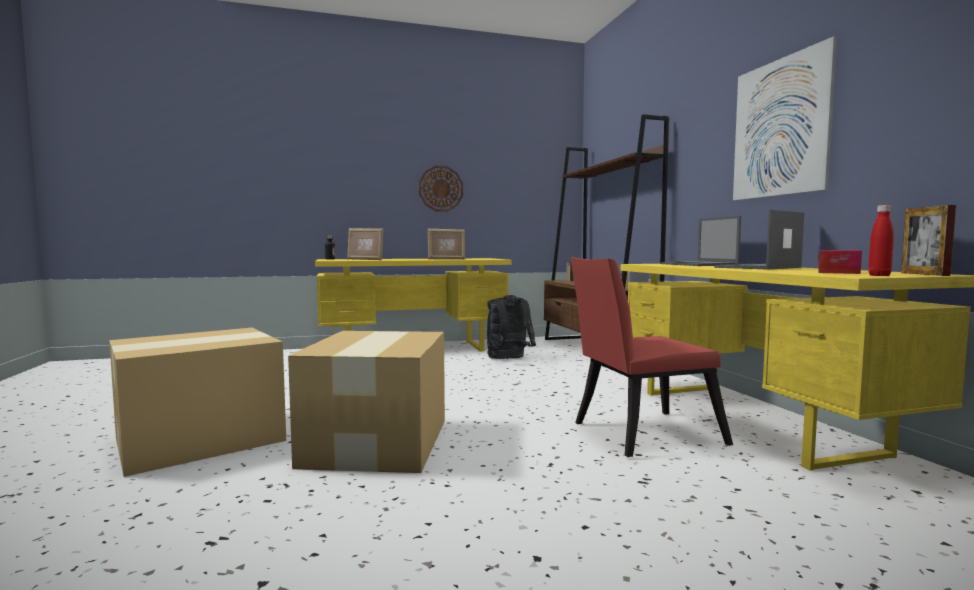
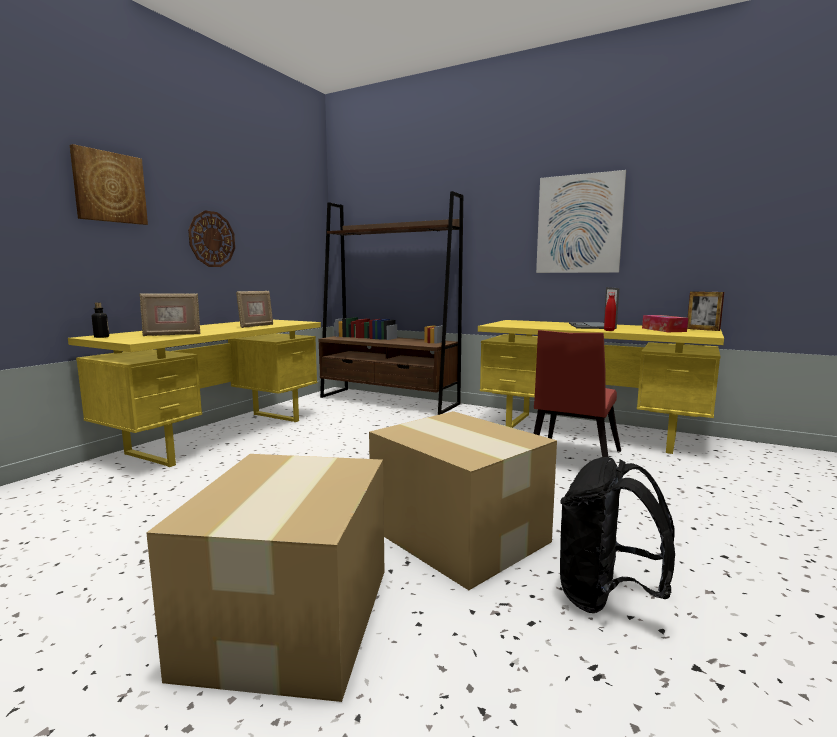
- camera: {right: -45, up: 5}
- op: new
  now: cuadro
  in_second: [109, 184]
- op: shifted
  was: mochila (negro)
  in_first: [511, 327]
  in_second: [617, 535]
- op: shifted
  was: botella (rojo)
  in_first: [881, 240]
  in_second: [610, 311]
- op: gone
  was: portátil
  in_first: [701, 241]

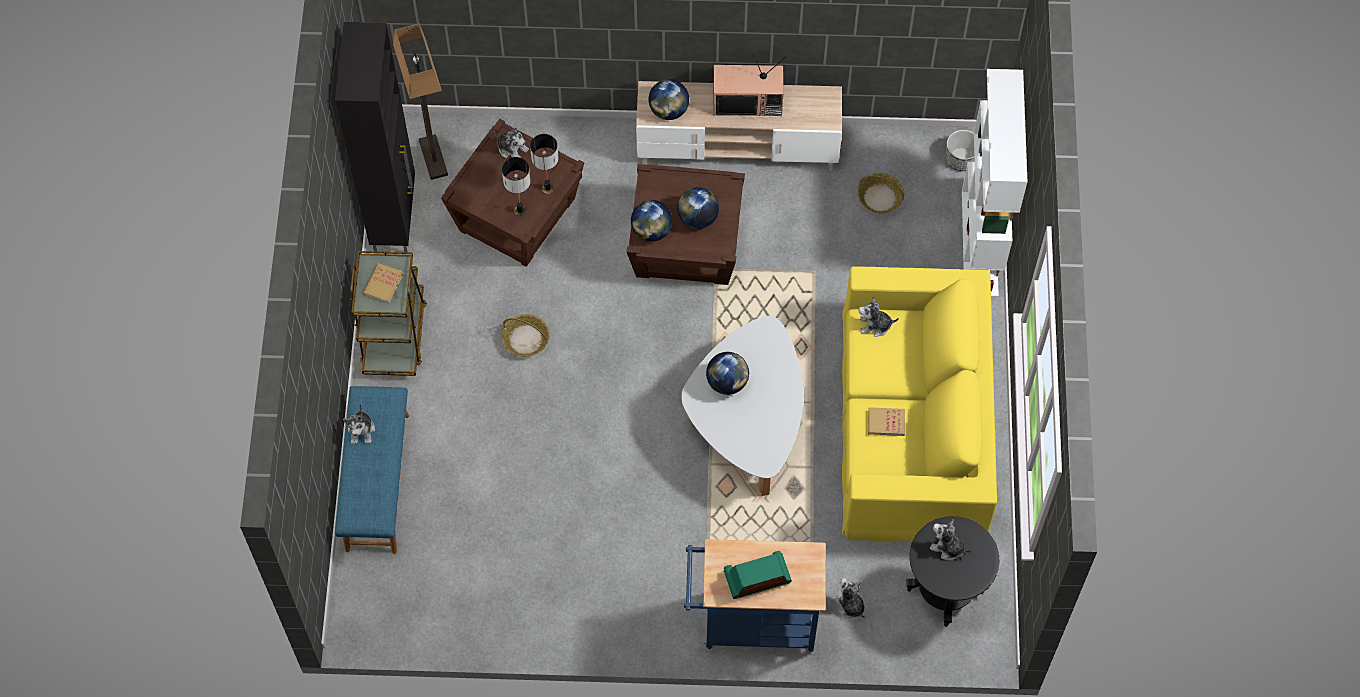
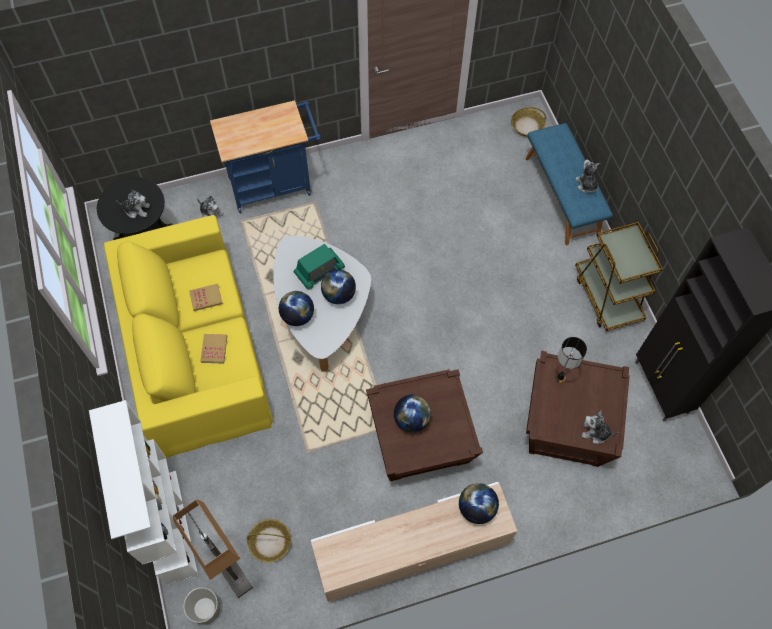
- camera: {right: 160, up: 0}
- op: shifted
  was: lámpara de pie
  in_first: [420, 101]
  in_second: [213, 548]
- op: shifted
  was: libro
  in_first: [384, 283]
  in_second: [214, 348]
- op: shifted
  was: globo terráqueo
  in_first: [651, 221]
  in_second: [296, 308]
- op: shifted
  was: radio
  in_first: [758, 575]
  in_second: [319, 267]
- op: shifted
  was: cesta
  in_first: [525, 335]
  in_second: [528, 122]
- op: gone
  was: lámpara de mesa
  in_first: [544, 164]
- op: gone
  was: televisor
  in_first: [750, 84]
- op: gone
  was: peluche
  in_first: [879, 316]

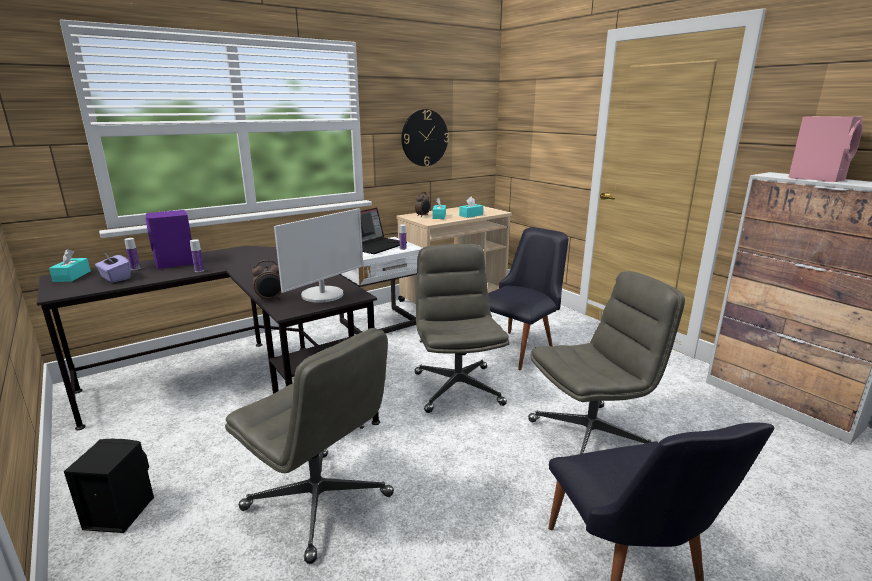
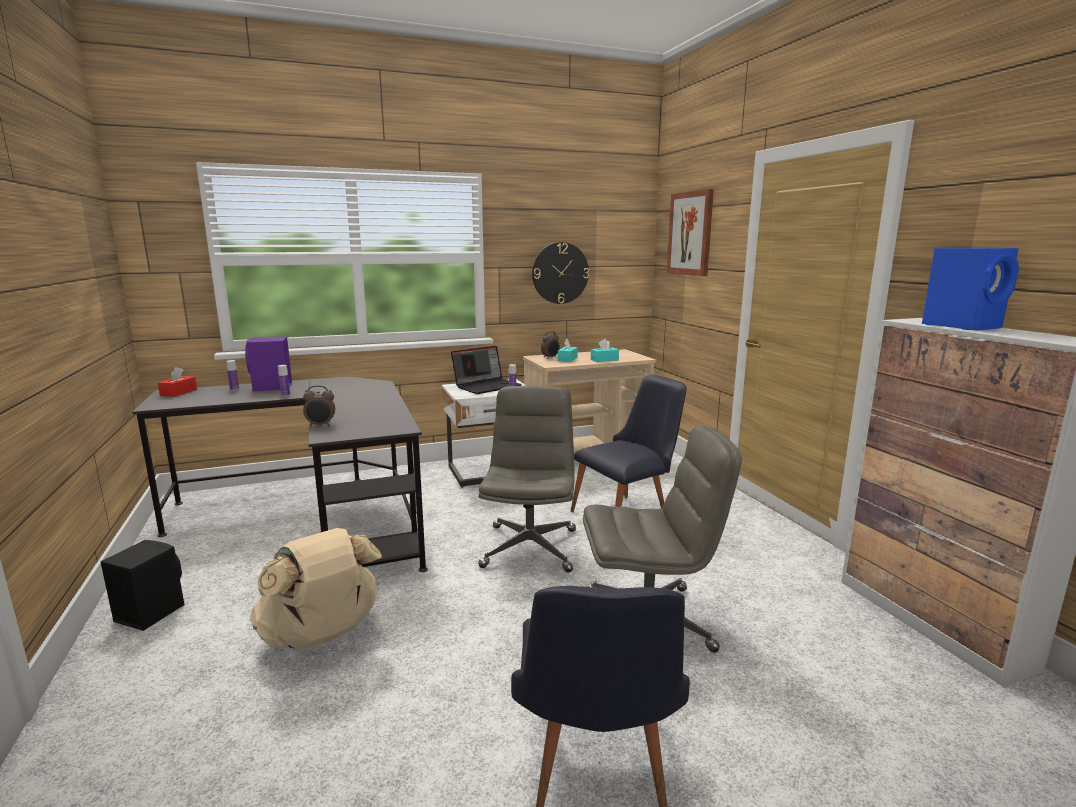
- camera: {right: 15, up: -5}
- op: repainted
  was: caja de pañuelos (turquesa)
  now: caja de pañuelos (rojo)
  in_first: [70, 265]
  in_second: [177, 382]
- op: swapped
  was: silla de oficina (gris)
  now: mochila (beis)
  in_first: [309, 446]
  in_second: [316, 589]
- op: new
  now: cuadro
  in_second: [690, 232]
- op: repainted
  was: altavoz (rosa)
  now: altavoz (azul)
  in_first: [825, 149]
  in_second: [970, 289]
- op: gone
  was: caja de pañuelos (morado)
  in_first: [113, 267]
- op: gone
  was: monitor
  in_first: [318, 255]

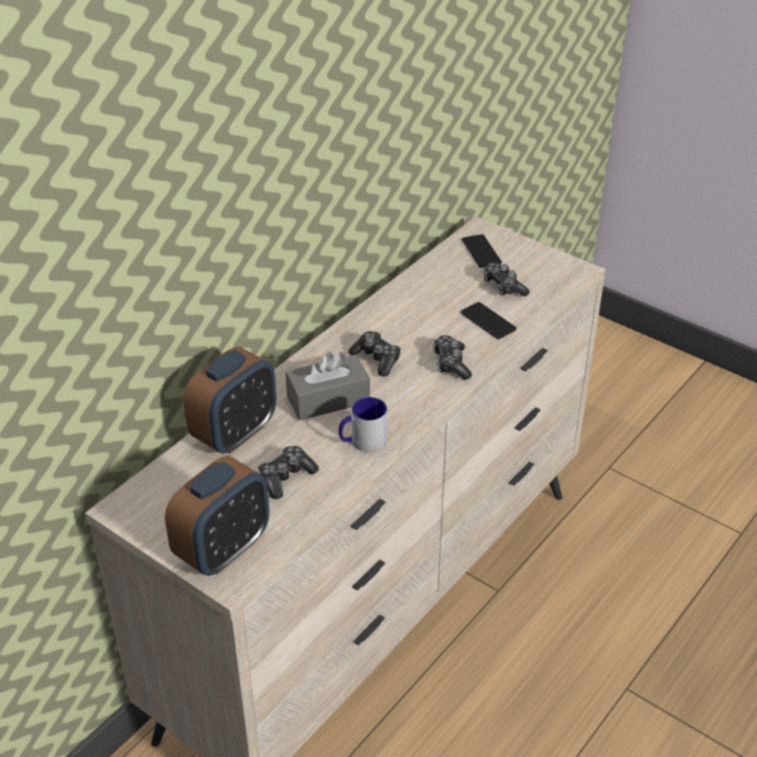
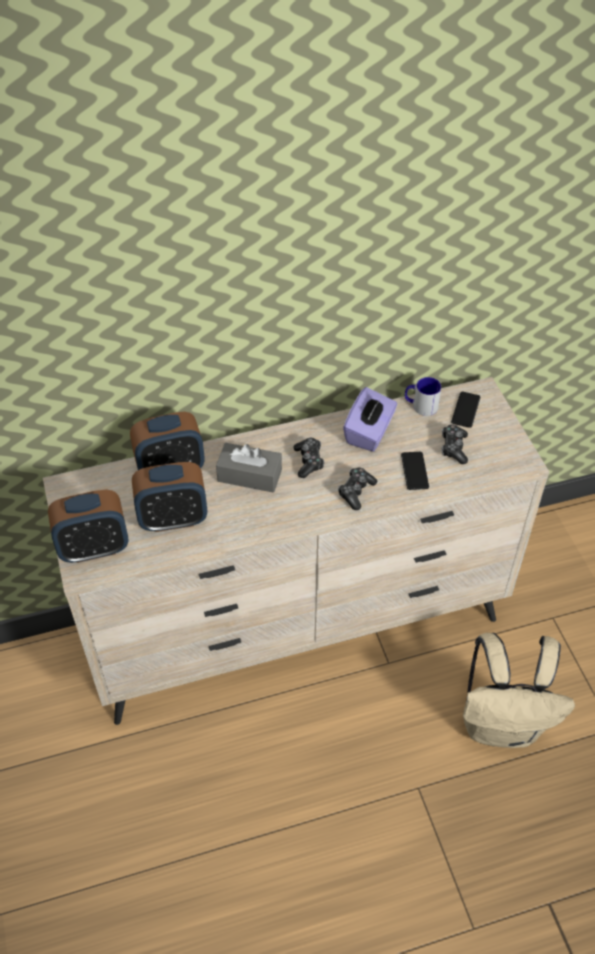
- camera: {right: 35, up: 10}
- op: swapped
  was: mando de consola
  now: despertador
  in_first: [288, 472]
  in_second: [169, 497]
- op: new
  now: caja de pañuelos (morado)
  in_second: [370, 419]
- op: shifted
  was: taza grande
  in_first: [363, 424]
  in_second: [423, 396]
- op: new
  now: mochila (beis)
  in_second: [519, 690]

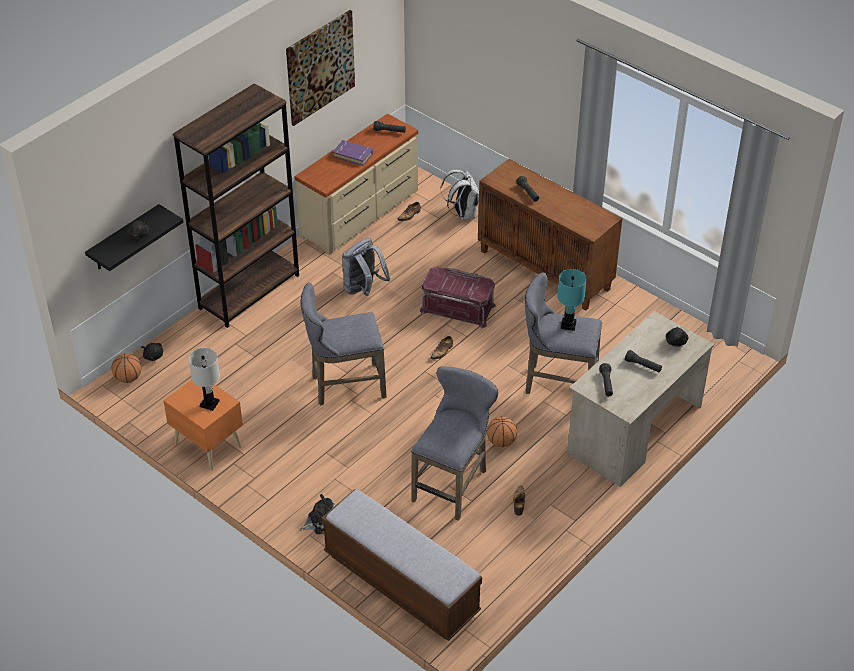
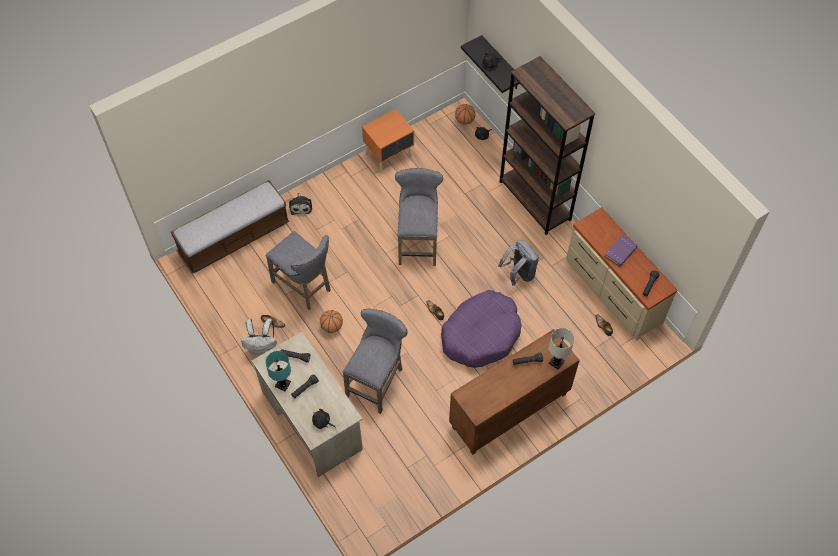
- camera: {right: 105, up: 15}
- op: shifted
  was: mochila (blanco)
  in_first: [459, 195]
  in_second: [259, 337]
- op: shifted
  was: lámpara de mesa (turquesa)
  in_first: [572, 300]
  in_second: [278, 371]
- op: swapped
  was: caja de almacenaje (rojo)
  now: cama para perro (morado)
  in_first: [458, 297]
  in_second: [481, 329]
- op: shifted
  was: lámpara de mesa (blanco)
  in_first: [204, 379]
  in_second: [561, 349]
- op: gone
  was: cuadro
  in_first: [320, 68]

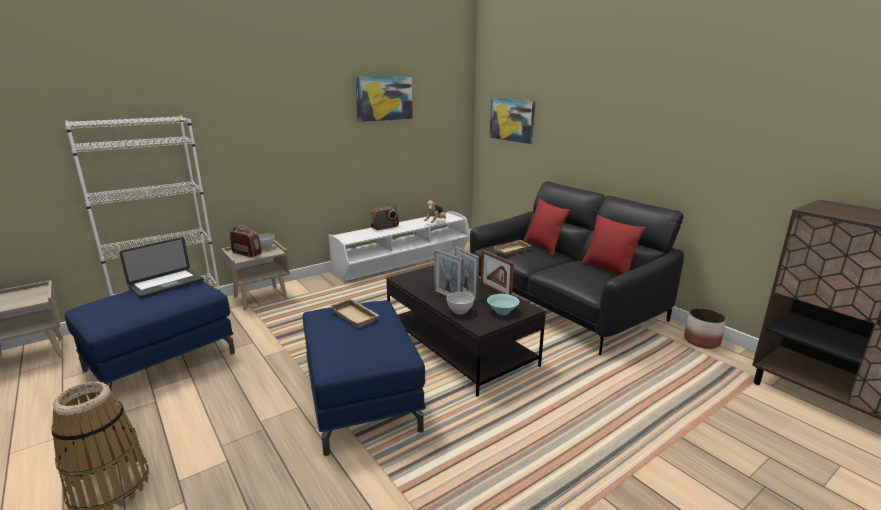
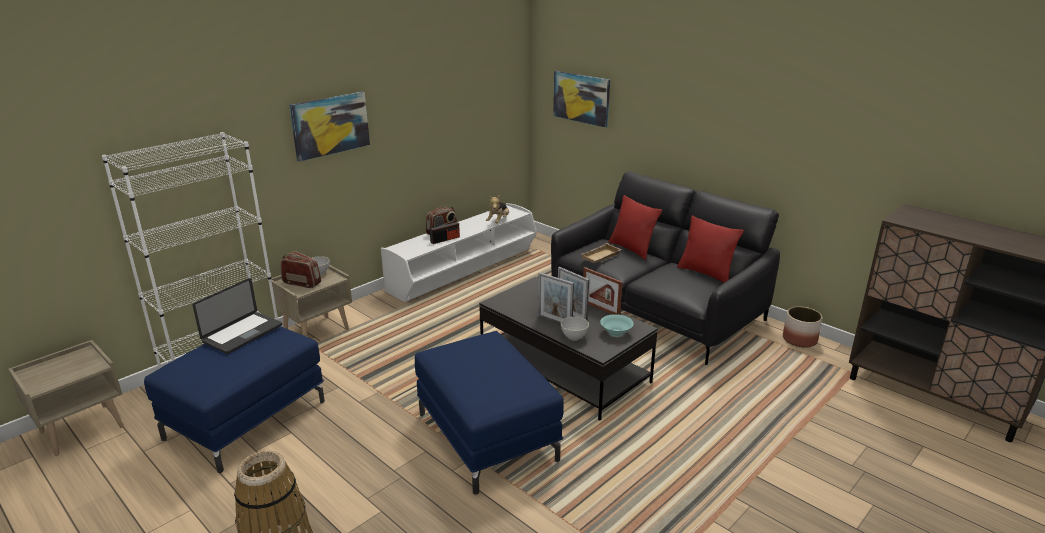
- camera: {right: -10, up: 5}
- op: shifted
  was: cuadro
  in_first: [384, 99]
  in_second: [329, 127]
- op: new
  now: radio
  in_second: [445, 232]
- op: gone
  was: bandeja (beis)
  in_first: [355, 313]

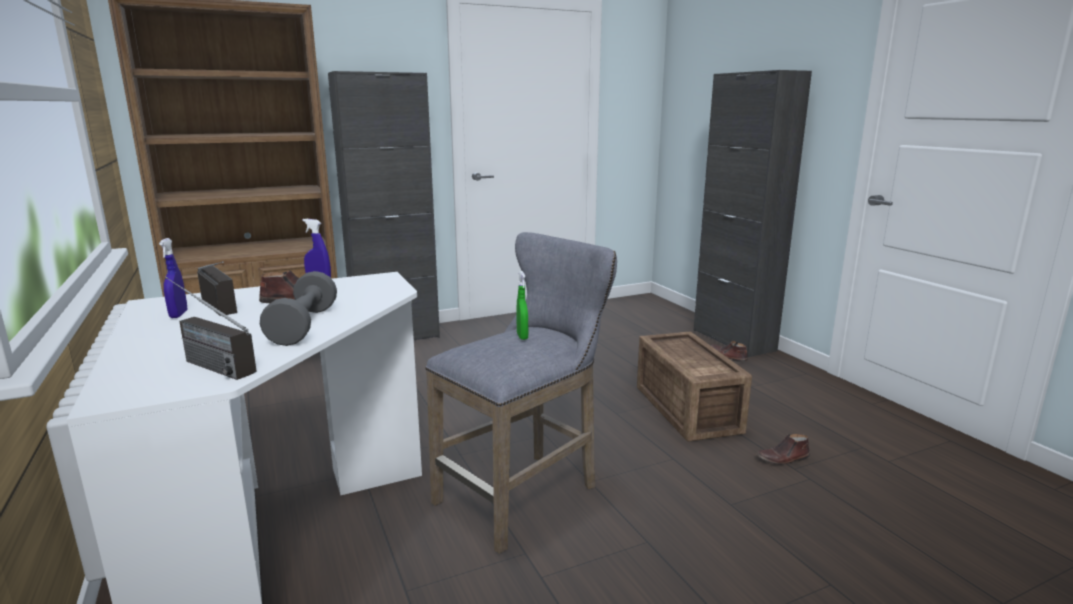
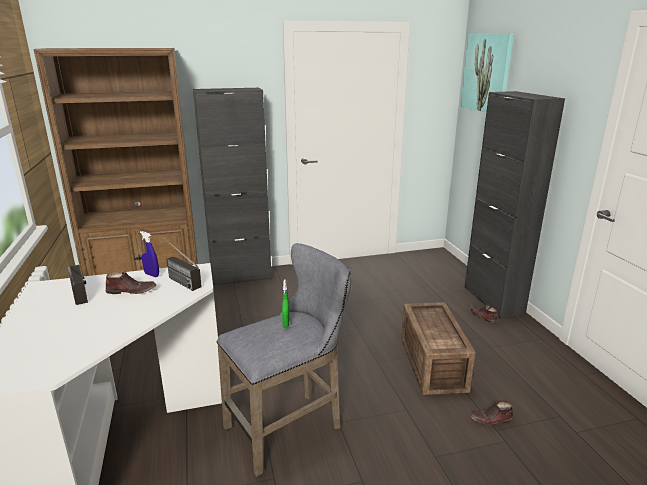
- camera: {right: 10, up: 5}
- op: shifted
  was: radio
  in_first: [211, 328]
  in_second: [181, 263]
- op: new
  now: cuadro
  in_second: [487, 72]
- op: gone
  was: pulverizador (azul)
  in_first: [173, 278]
- op: gone
  was: mancuerna (gris)
  in_first: [298, 308]

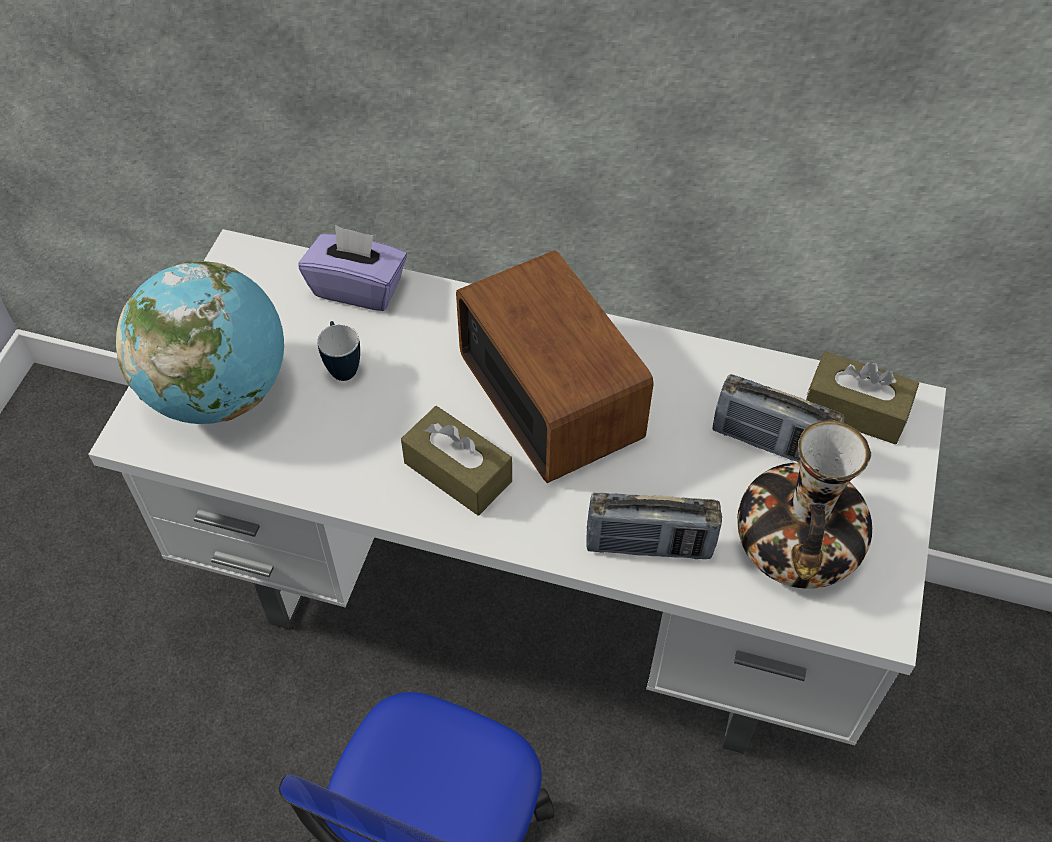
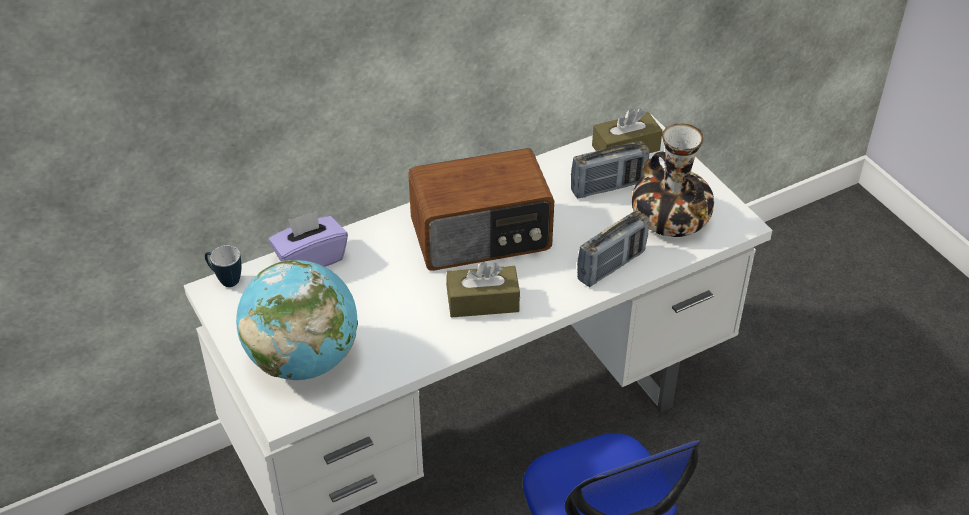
- camera: {right: -45, up: -10}
- op: shifted
  was: taza grande
  in_first: [338, 351]
  in_second: [223, 266]
- op: rotated
  was: radio
  in_first: [555, 366]
  in_second: [481, 209]
  clockwise: 150

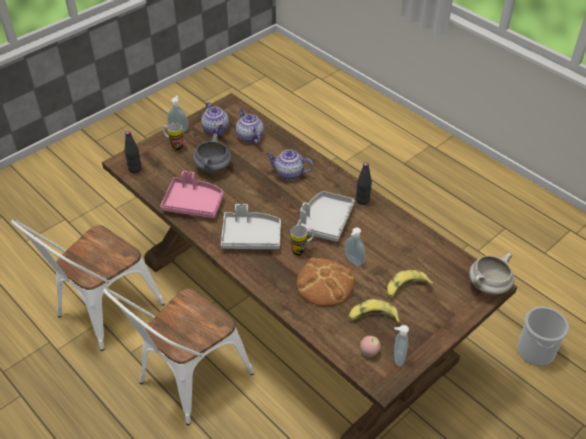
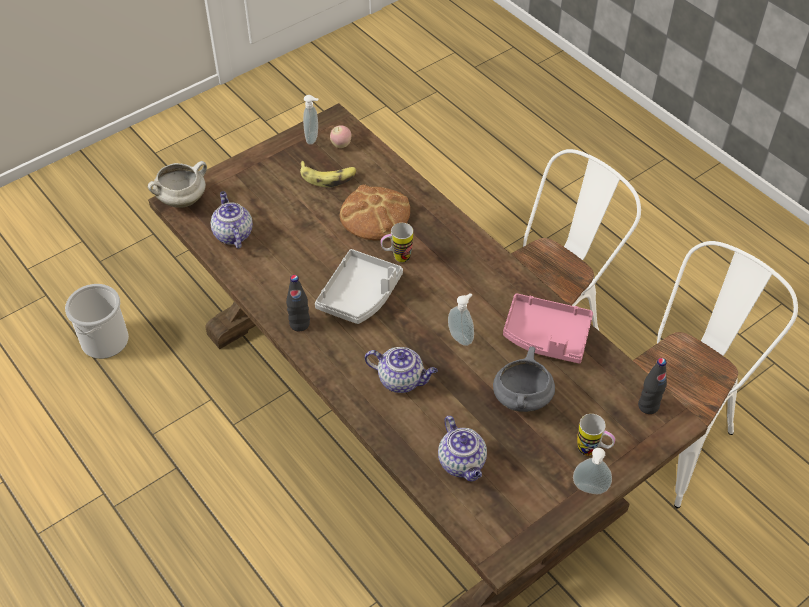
- camera: {right: -175, up: 5}
- op: shifted
  was: tetera
  in_first: [215, 118]
  in_second: [232, 220]
- op: shifted
  was: dispensador de jabón
  in_first: [355, 246]
  in_second: [461, 319]
- op: gone
  was: bandeja (gris)
  in_first: [251, 226]
- op: gone
  was: plátano
  in_first: [410, 284]

